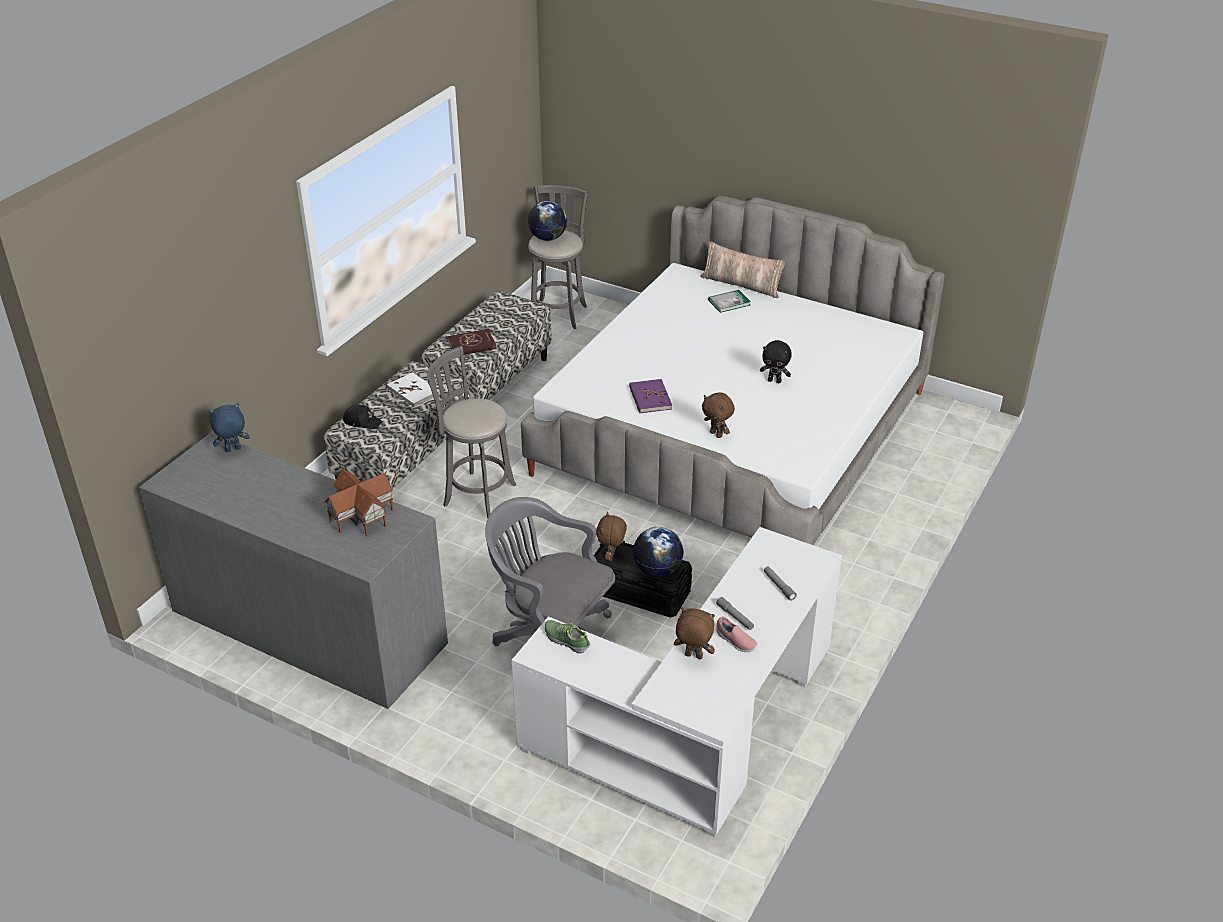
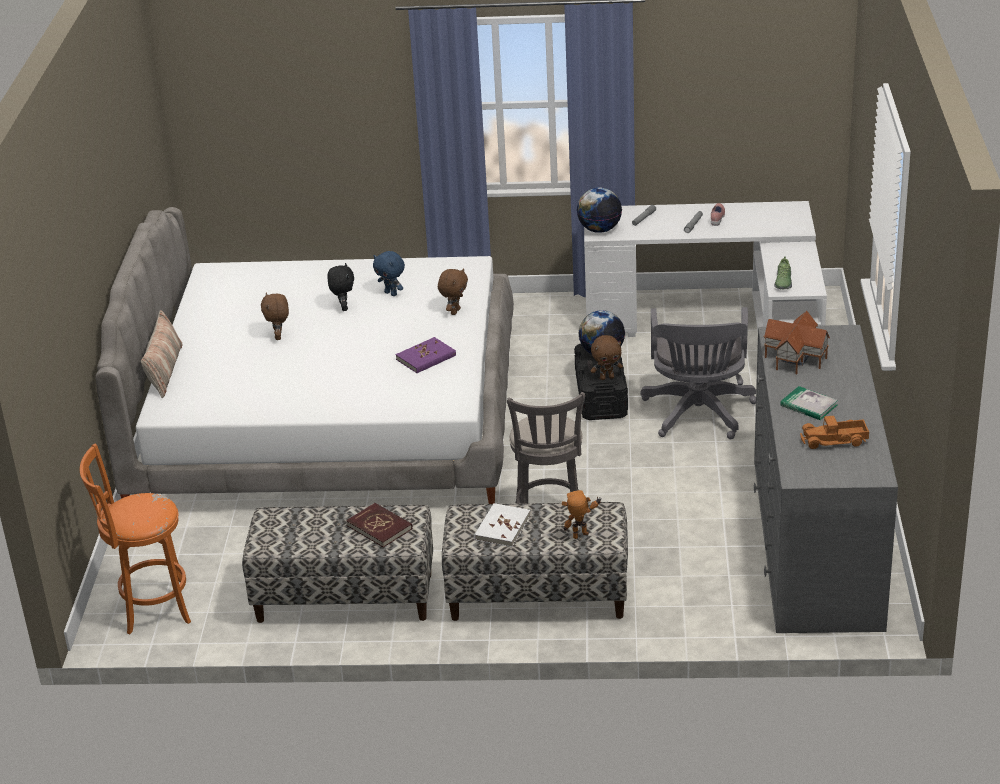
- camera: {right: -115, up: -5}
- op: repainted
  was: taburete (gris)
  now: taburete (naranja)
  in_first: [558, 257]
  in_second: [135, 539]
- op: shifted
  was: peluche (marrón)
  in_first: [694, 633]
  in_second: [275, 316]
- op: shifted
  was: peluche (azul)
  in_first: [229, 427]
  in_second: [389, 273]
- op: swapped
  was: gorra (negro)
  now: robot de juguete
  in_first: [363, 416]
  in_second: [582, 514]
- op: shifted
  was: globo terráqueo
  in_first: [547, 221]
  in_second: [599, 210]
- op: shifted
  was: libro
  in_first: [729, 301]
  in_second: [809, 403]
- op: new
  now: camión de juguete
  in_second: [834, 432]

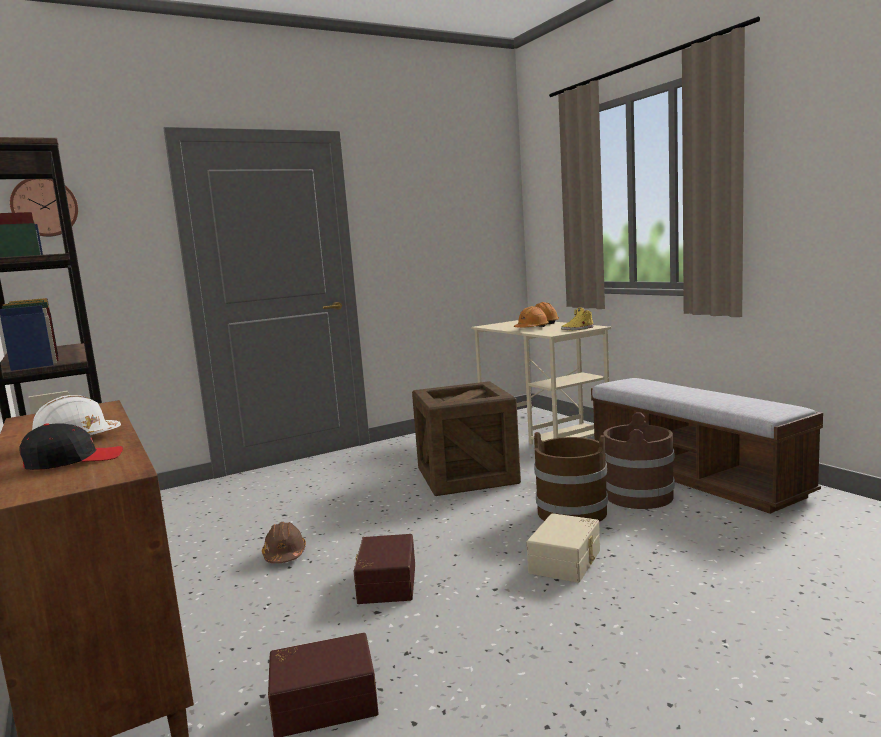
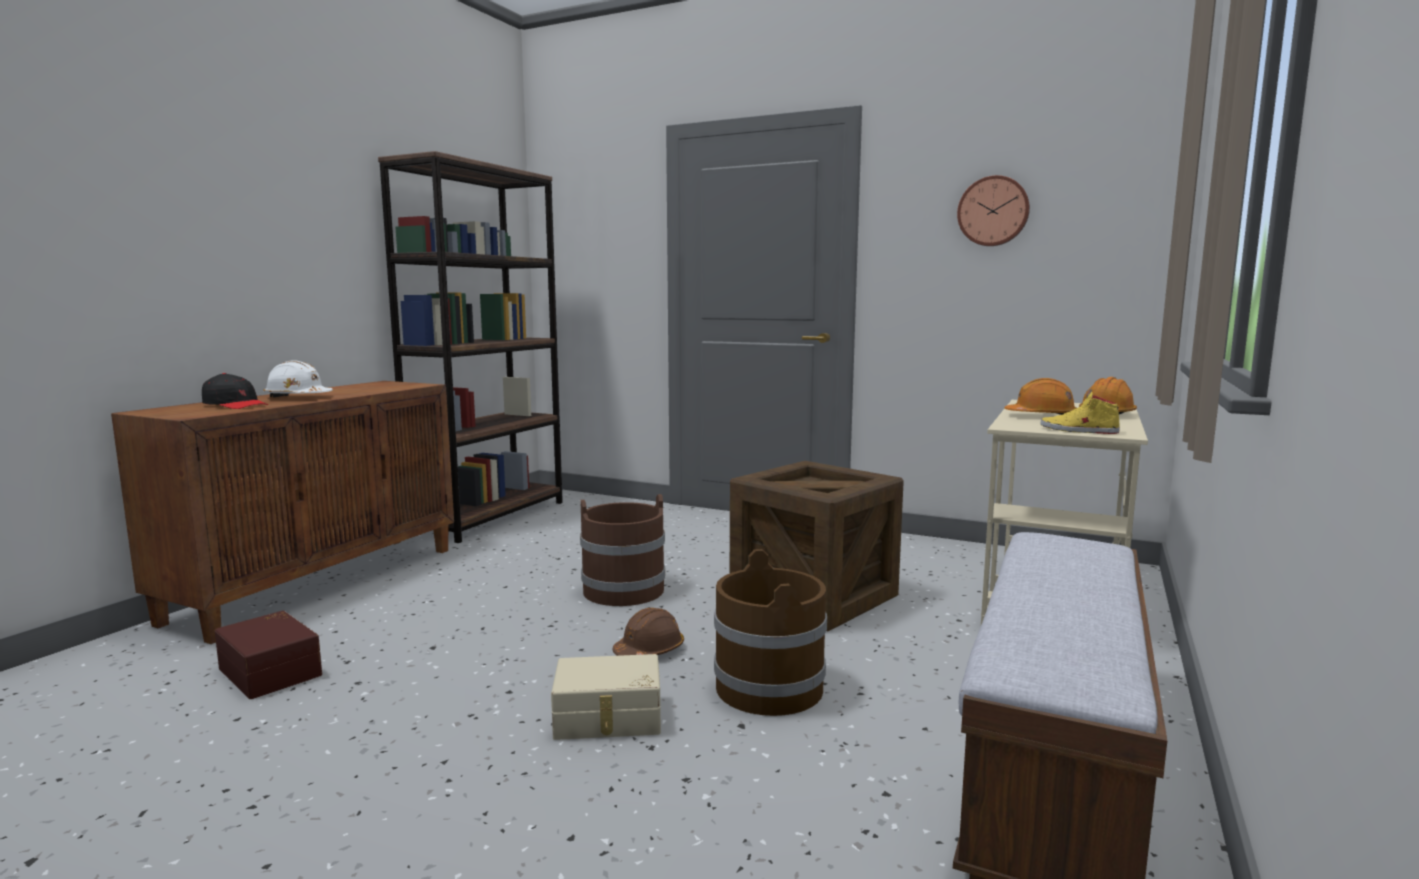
- camera: {right: 55, up: 0}
- op: shifted
  was: cubo (marrón)
  in_first: [639, 460]
  in_second: [622, 550]
- op: shifted
  was: casco (marrón)
  in_first: [284, 542]
  in_second: [648, 632]
- op: shifted
  was: reloj de pared
  in_first: [44, 208]
  in_second: [993, 210]
- op: gone
  was: caja de almacenaje (marrón)
  in_first: [384, 569]

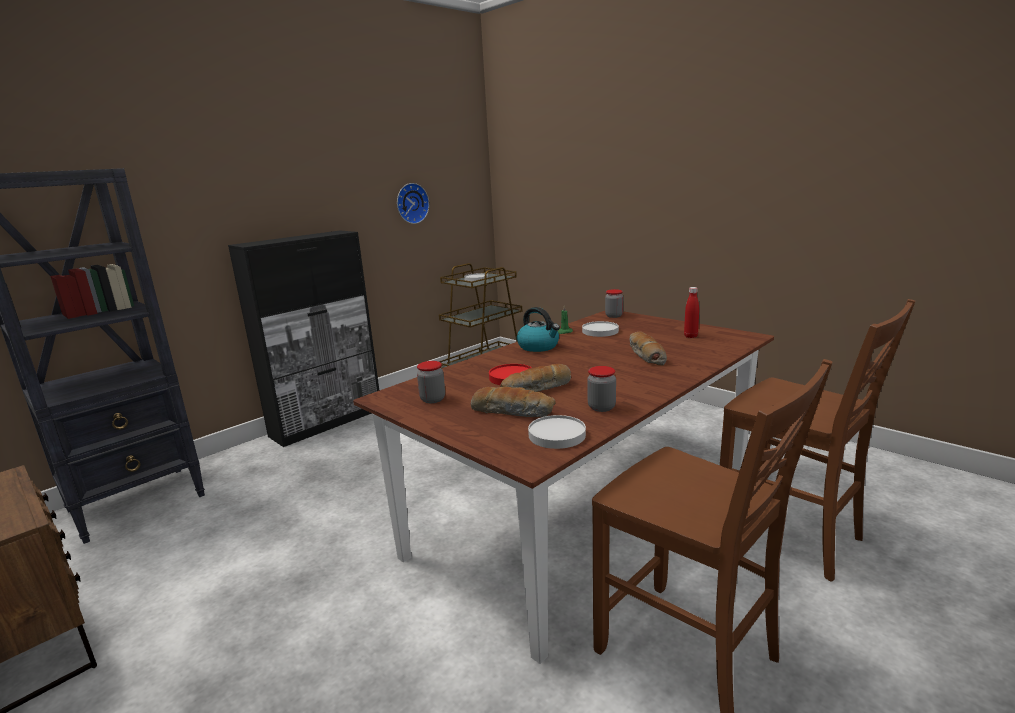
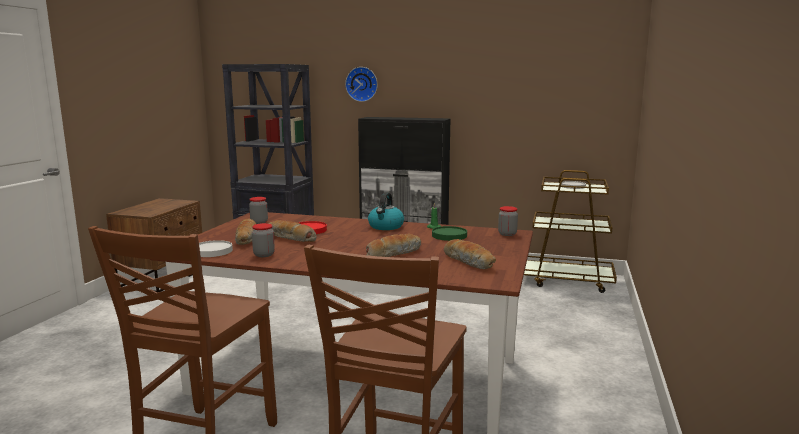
- camera: {right: 60, up: -5}
- op: shifted
  was: reloj de pared
  in_first: [413, 203]
  in_second: [361, 84]
- op: repainted
  was: plato (blanco)
  now: plato (verde)
  in_first: [600, 329]
  in_second: [449, 233]
- op: swapped
  was: botella (rojo)
  now: pan
  in_first: [691, 312]
  in_second: [470, 254]

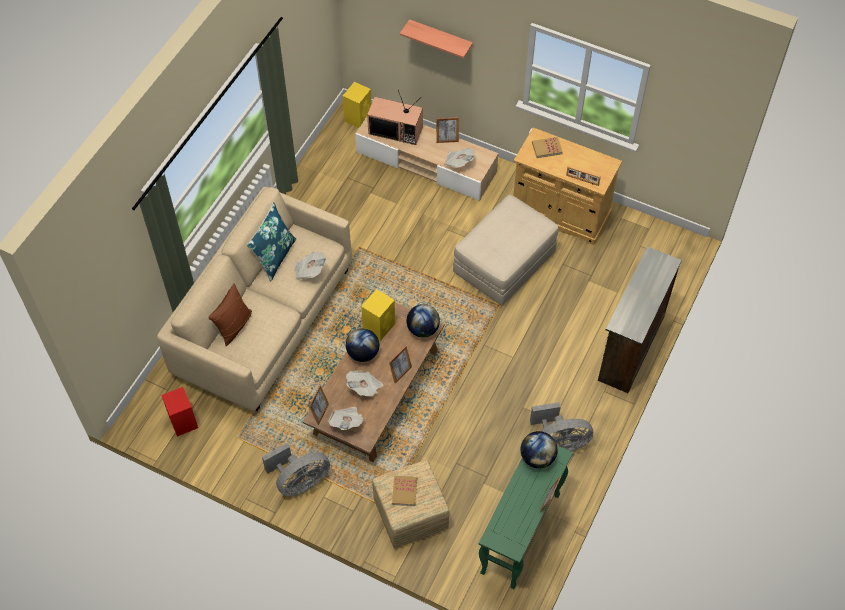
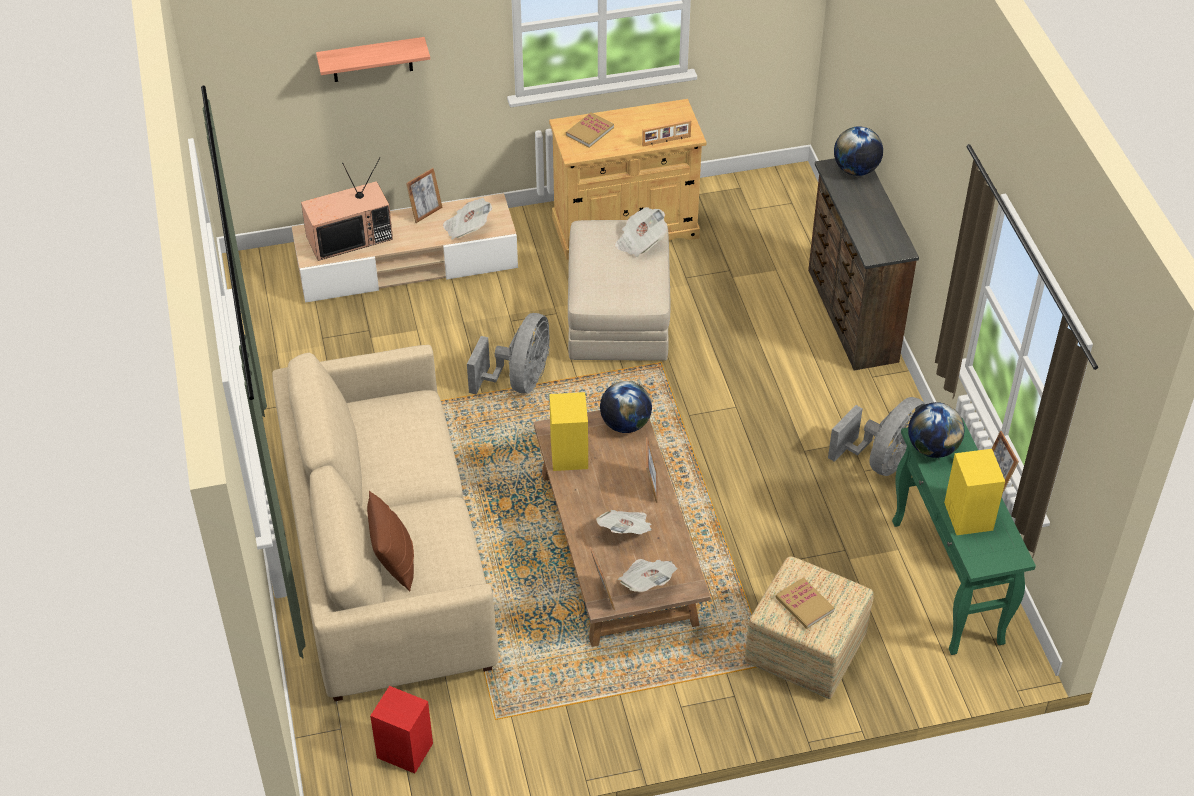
- camera: {right: -40, up: -10}
- op: shifted
  was: ventilador (gris)
  in_first: [296, 469]
  in_second: [508, 353]
- op: shifted
  was: periódico
  in_first: [310, 265]
  in_second: [641, 232]
- op: shifted
  was: globo terráqueo
  in_first: [362, 345]
  in_second: [858, 151]
- op: shifted
  was: altavoz (amarillo)
  in_first: [357, 105]
  in_second: [974, 492]
- op: gone
  was: cojín (azul)
  in_first: [271, 242]

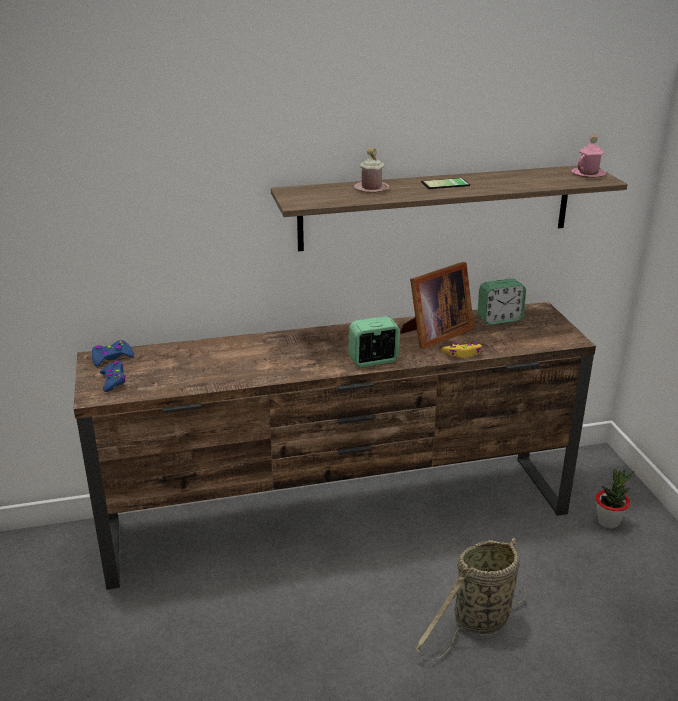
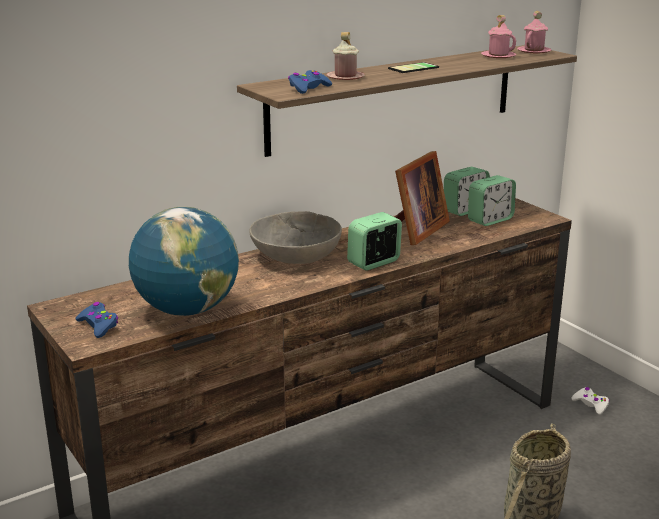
- camera: {right: -20, up: -5}
- op: new
  now: globo terráqueo
  in_second: [184, 261]
- op: new
  now: cuenco (gris)
  in_second: [295, 237]
- op: shifted
  was: mando de consola (azul)
  in_first: [113, 353]
  in_second: [310, 82]
- op: new
  now: despertador
  in_second: [492, 200]
- op: new
  now: taza grande (rosa)
  in_second: [498, 36]
- op: swapped
  was: planta en maceta
  now: mando de consola (blanco)
  in_first: [615, 498]
  in_second: [590, 401]
- op: gone
  was: mando de consola (amarillo)
  in_first: [461, 350]

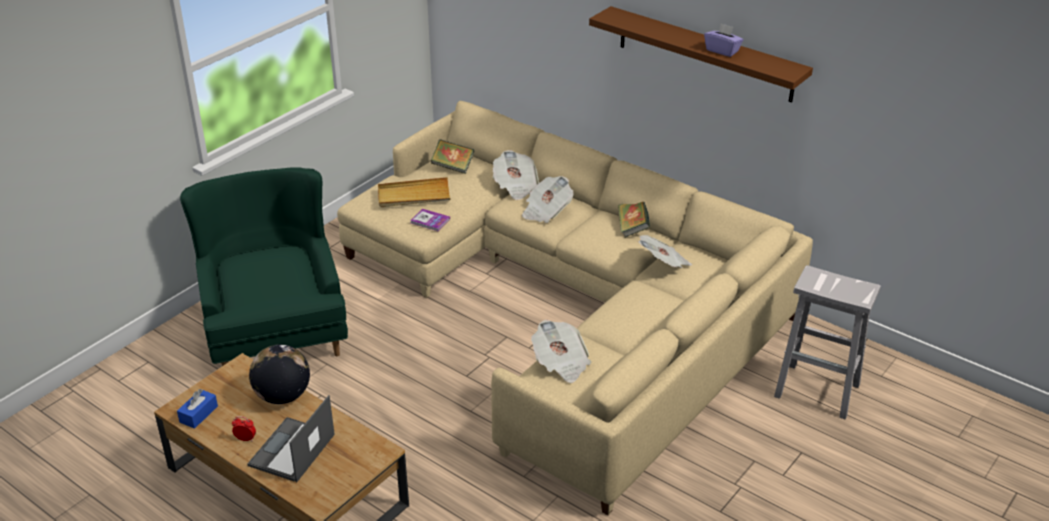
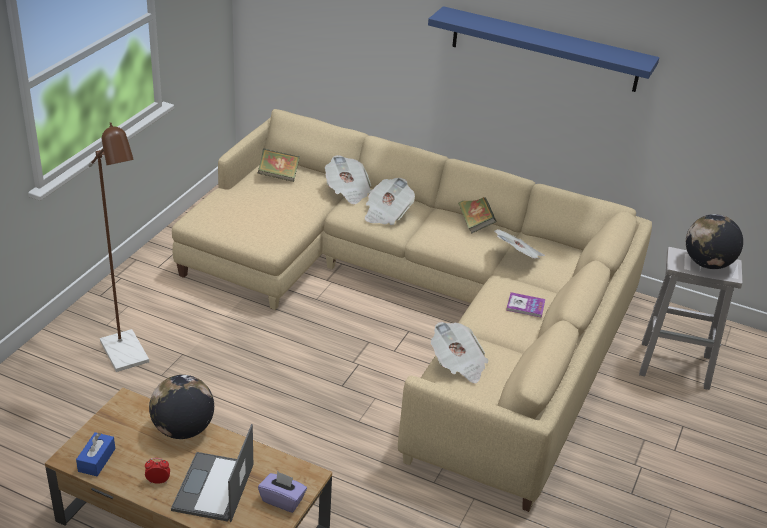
- camera: {right: -15, up: 0}
- op: swapped
  was: sillón (verde)
  now: lámpara de pie (marrón)
  in_first: [264, 266]
  in_second: [118, 247]
- op: shifted
  was: caja de pañuelos (morado)
  in_first: [723, 40]
  in_second: [282, 492]
- op: repainted
  was: estante (marrón)
  now: estante (azul)
  in_first: [701, 54]
  in_second: [543, 49]
- op: shifted
  was: libro
  in_first: [430, 220]
  in_second: [525, 305]
- op: new
  now: globo terráqueo
  in_second: [714, 241]
- op: gone
  was: bandeja (beis)
  in_first: [414, 192]

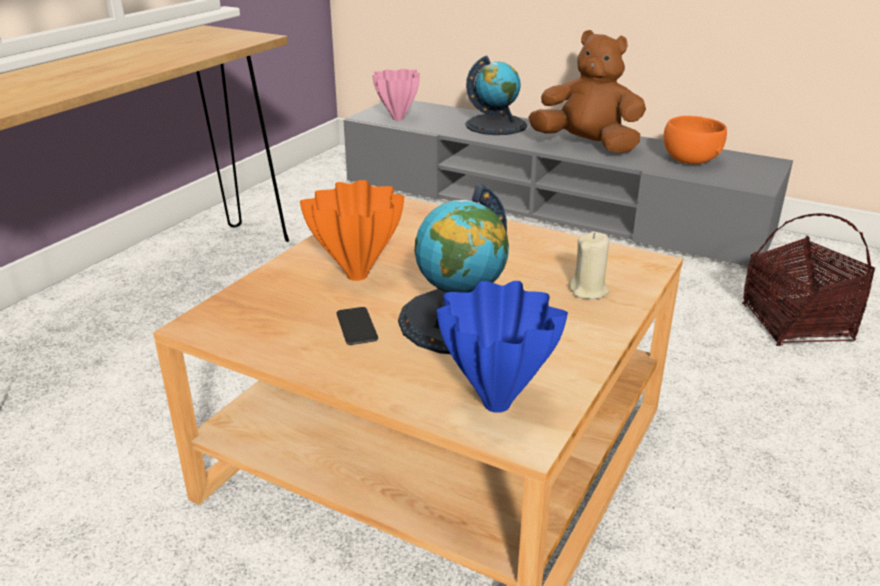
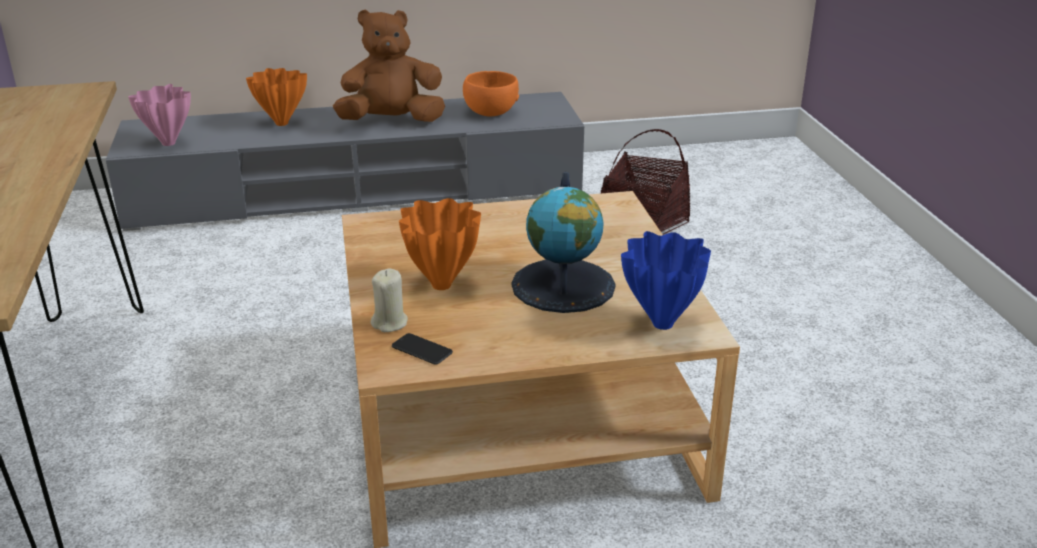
- camera: {right: -40, up: 0}
- op: swapped
  was: globo terráqueo
  now: florero (naranja)
  in_first: [496, 95]
  in_second: [276, 97]
- op: shifted
  was: vela (beis)
  in_first: [589, 266]
  in_second: [389, 300]
- op: shifted
  was: móvil
  in_first: [357, 326]
  in_second: [422, 349]

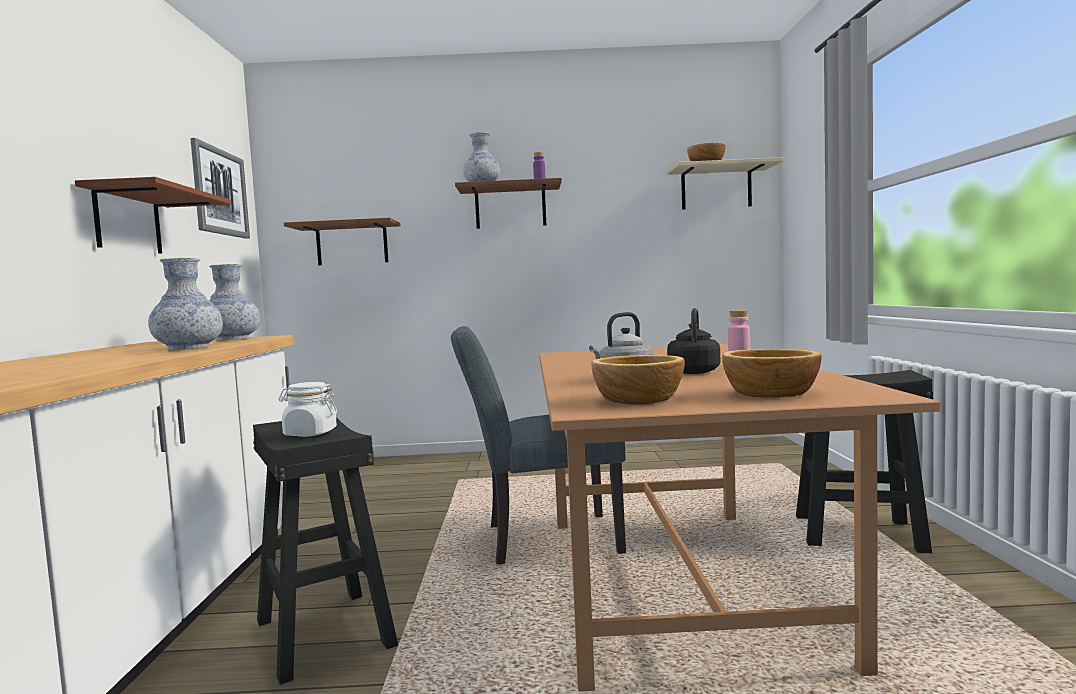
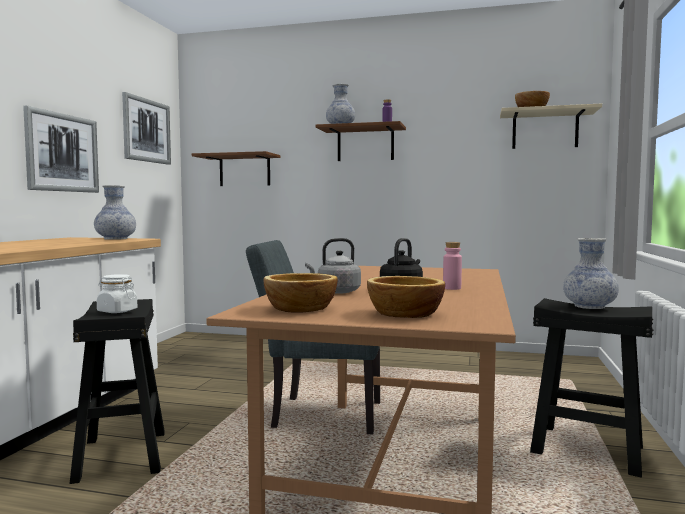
- camera: {right: 15, up: 0}
- op: swapped
  was: estante (marrón)
  now: cuadro
  in_first: [153, 215]
  in_second: [61, 149]
- op: shifted
  was: florero
  in_first: [185, 304]
  in_second: [591, 273]

